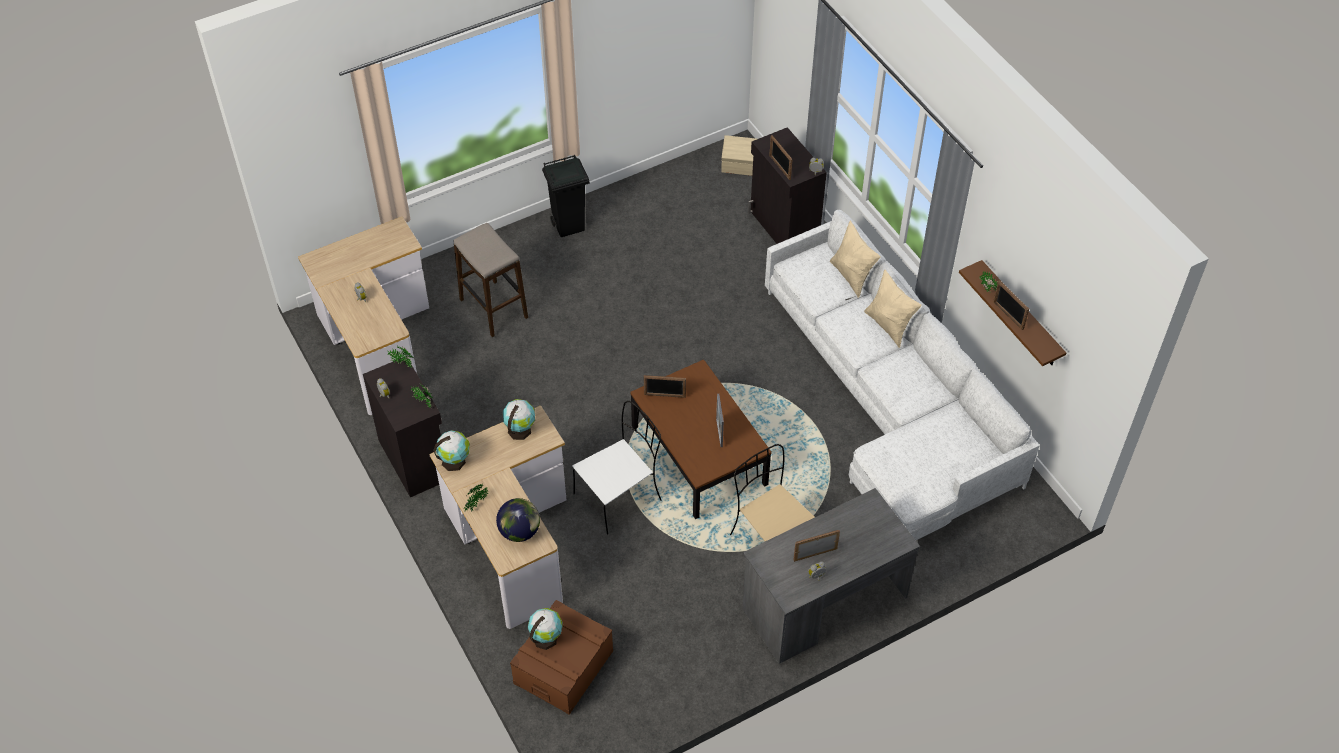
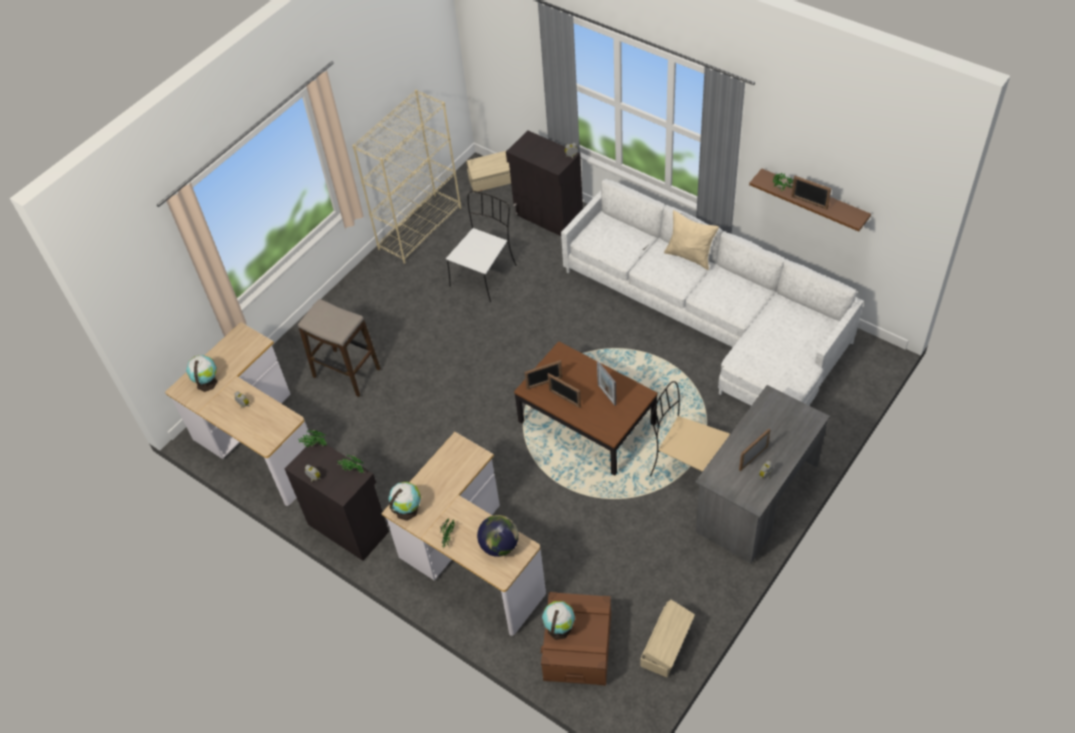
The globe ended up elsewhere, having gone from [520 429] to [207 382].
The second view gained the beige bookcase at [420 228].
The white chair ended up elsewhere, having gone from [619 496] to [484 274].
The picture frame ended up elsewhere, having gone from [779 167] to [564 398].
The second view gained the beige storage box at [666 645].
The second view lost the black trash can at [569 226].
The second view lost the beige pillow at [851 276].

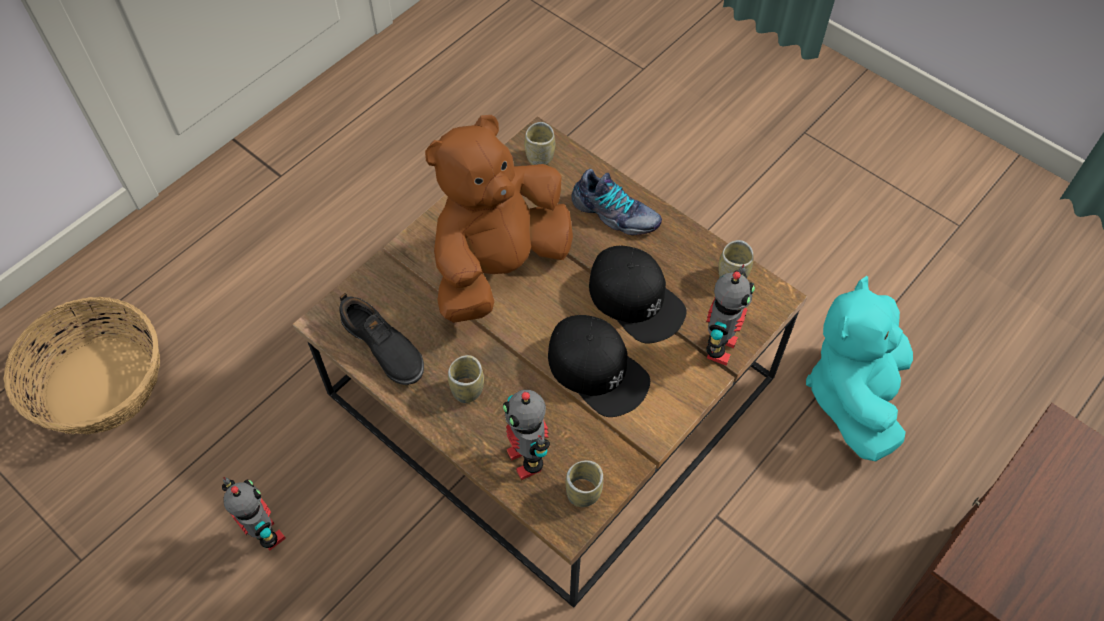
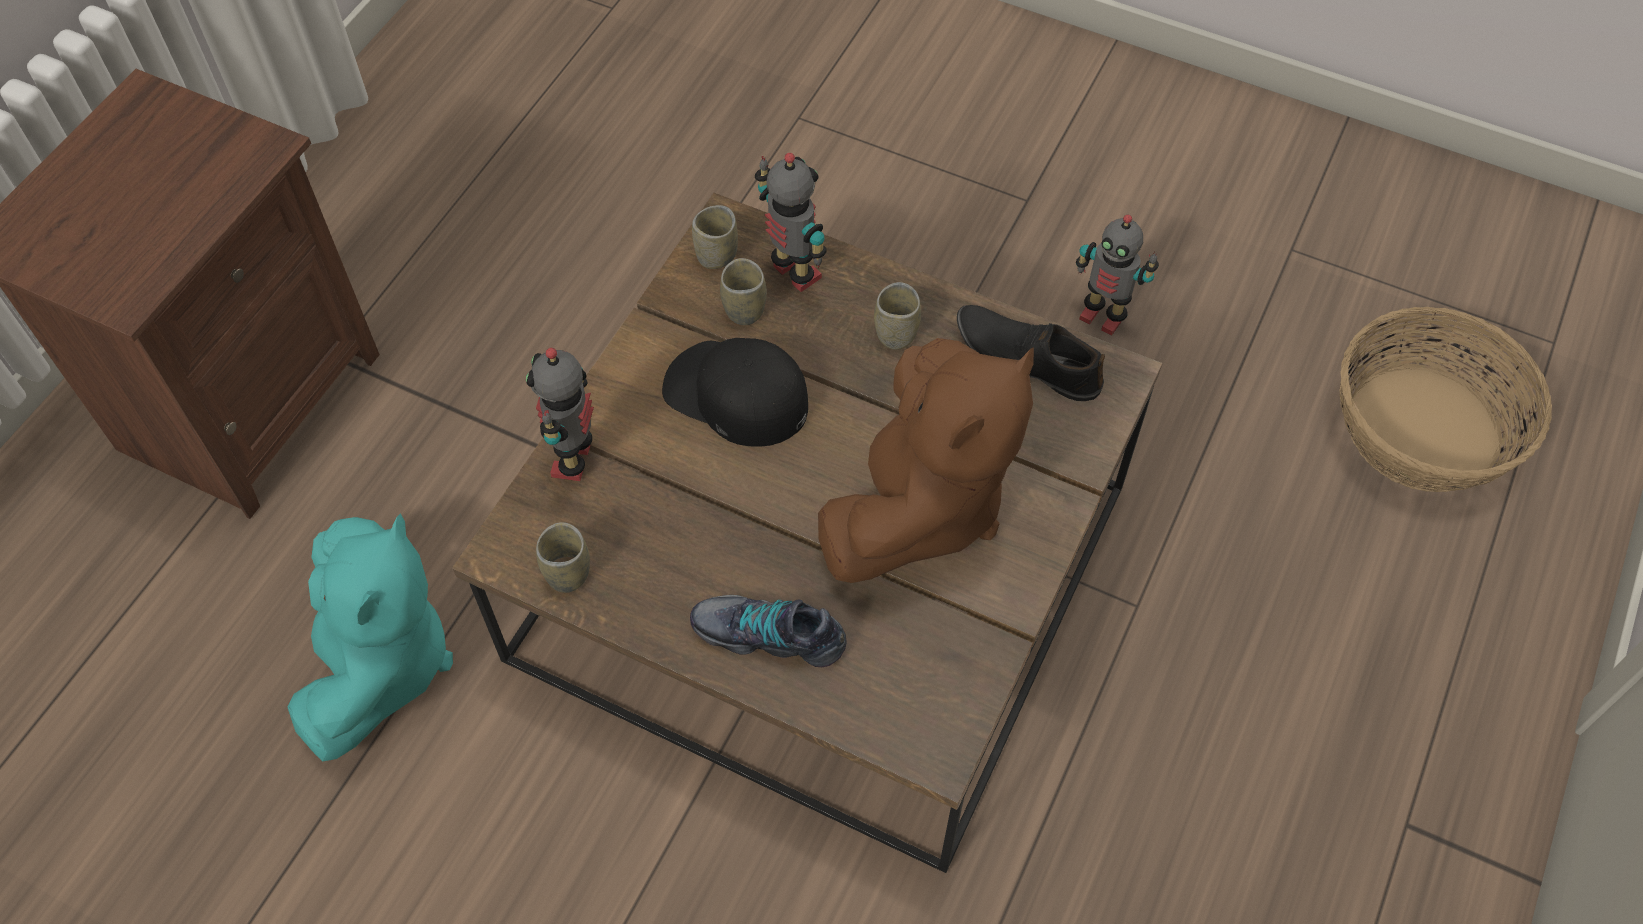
The cup ended up elsewhere, having gone from [540 157] to [744 309].
The second view lost the black cap at [636 299].

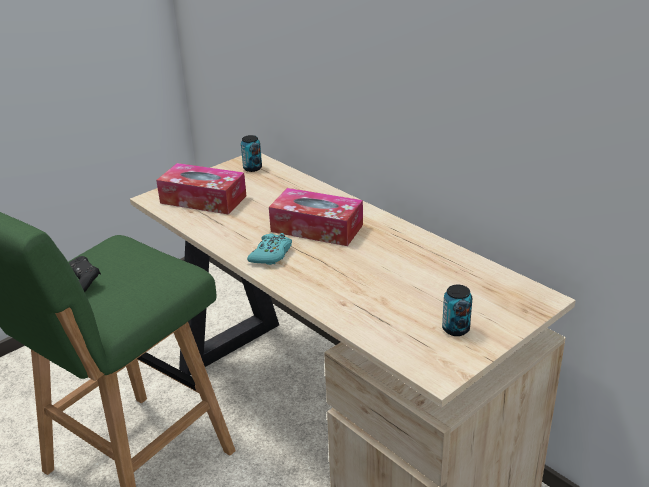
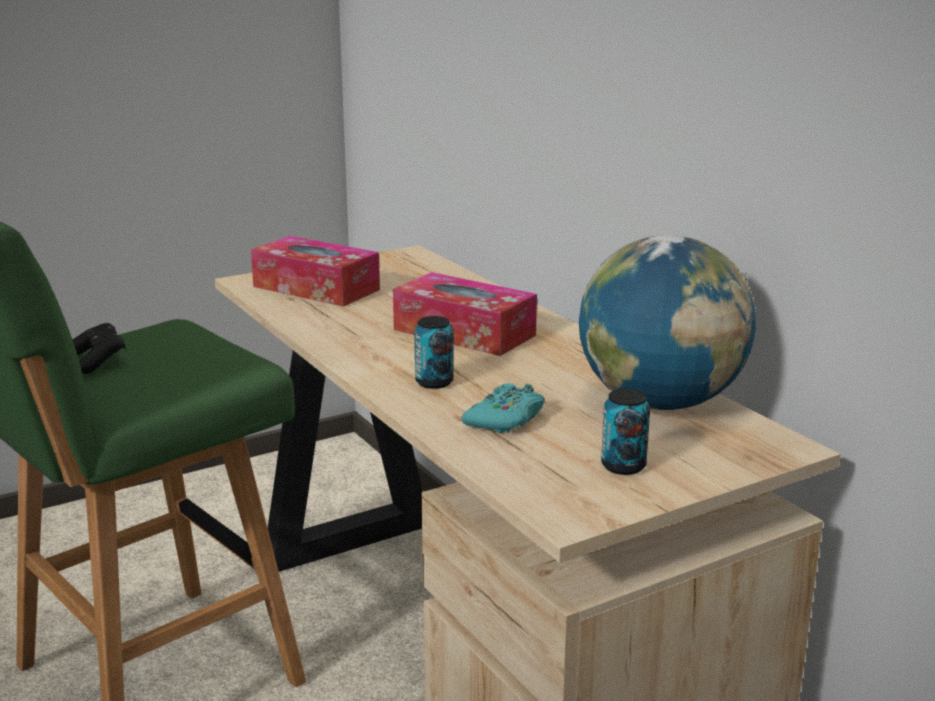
The can ended up elsewhere, having gone from [252 168] to [434 382].
The turquoise game controller ended up elsewhere, having gone from [271 255] to [505 419].
The second view gained the globe at [660 403].

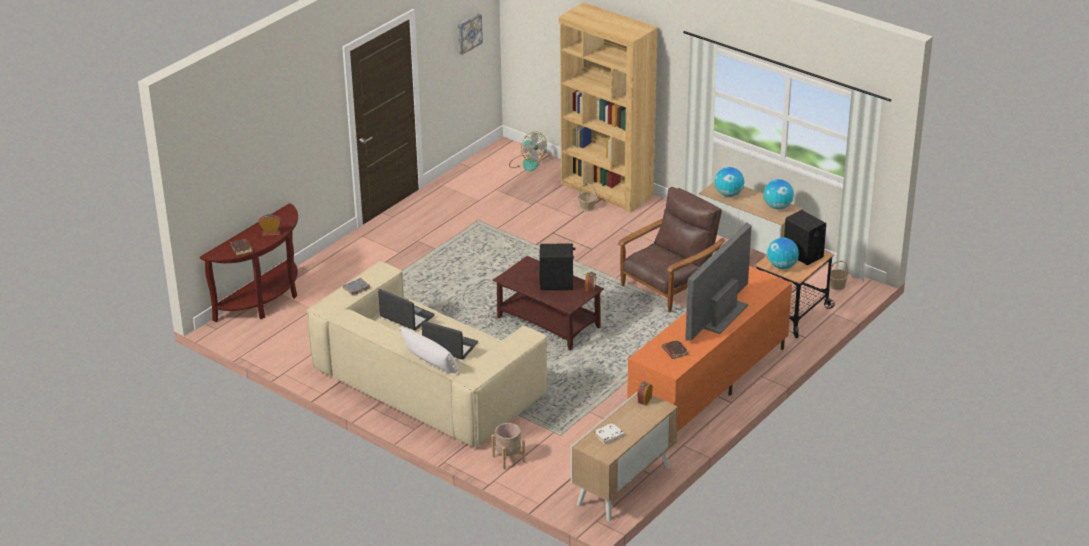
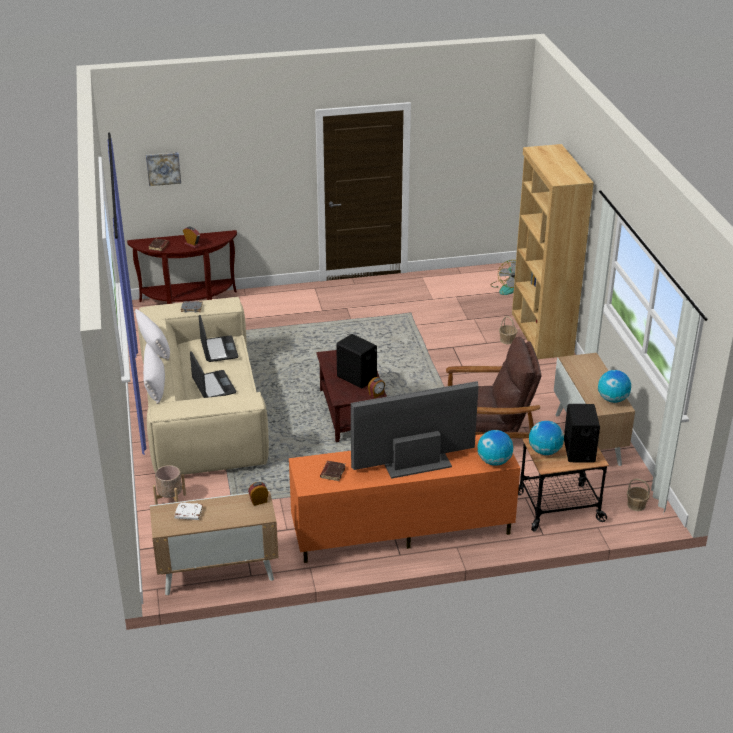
The second view gained the white pillow at [154 345].
The picture ended up elsewhere, having gone from [468 33] to [163 168].
The globe ended up elsewhere, having gone from [728 194] to [494 461].

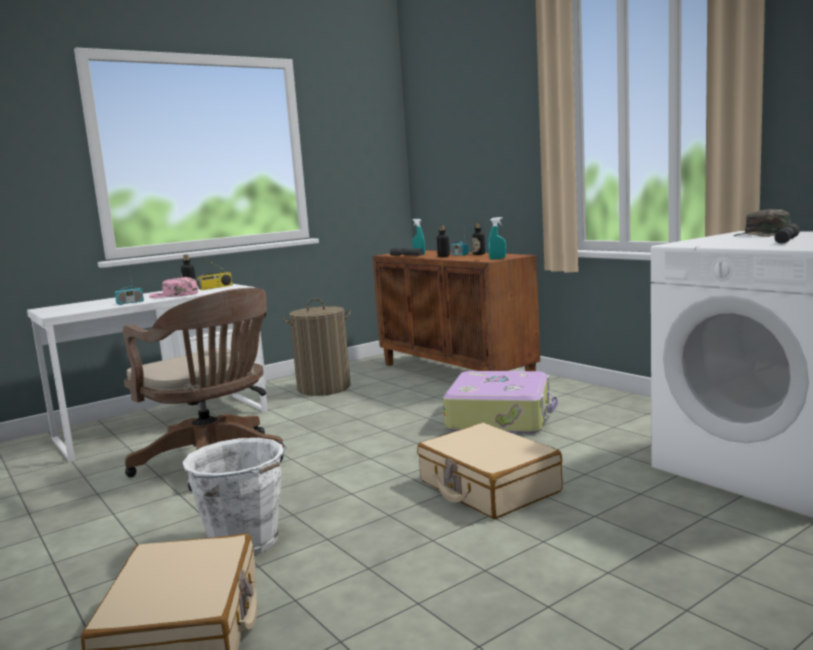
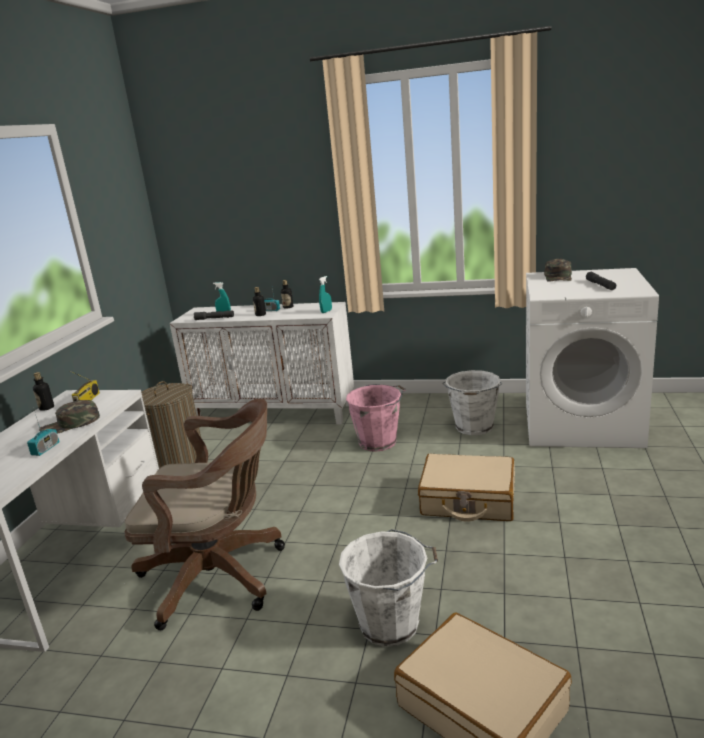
What was the pink cap at [174 295] turned into the green cap at [70 424].
What was the brown cabinet at [456 373] turned into the white cabinet at [275 413].
Where the suitcase stood at [500 417], the pink bucket came to stand at [379 442].
The second view gained the white bucket at [474 428].

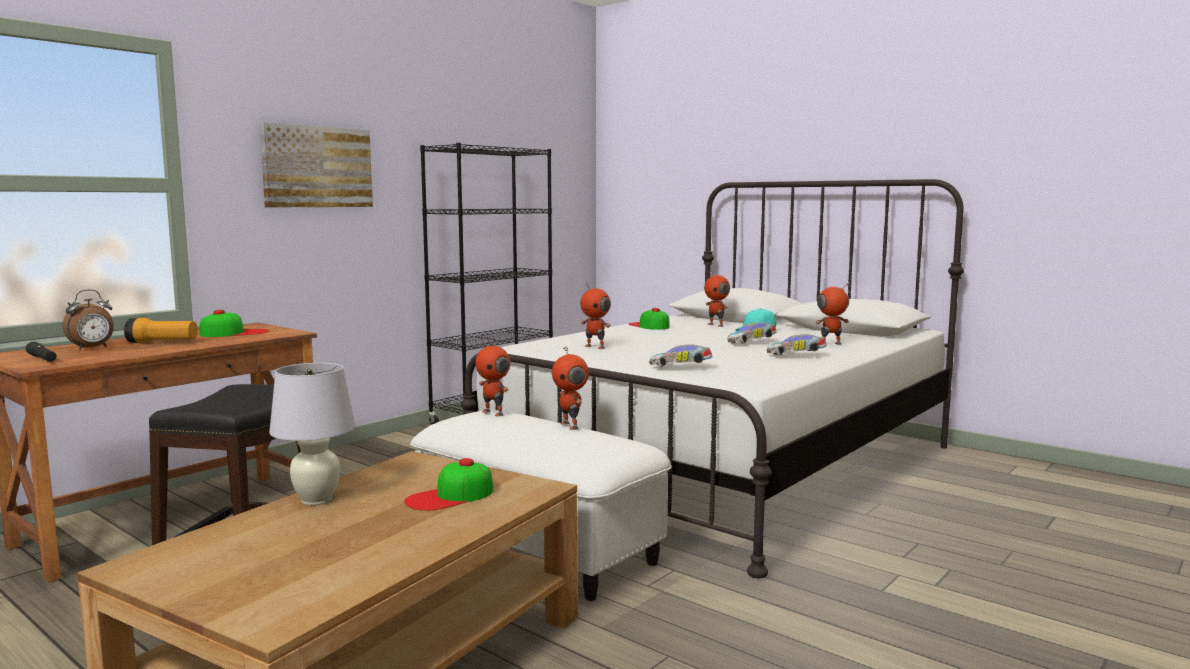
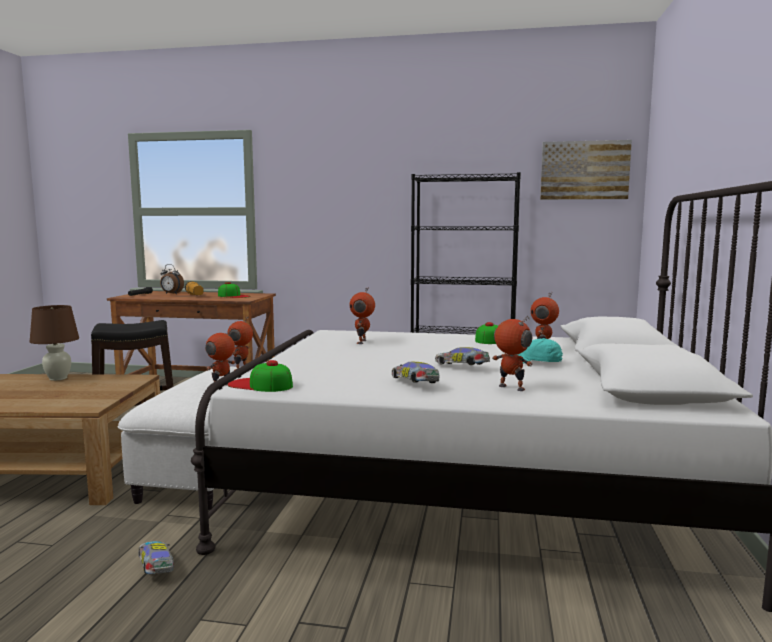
What was the white table lamp at [316 500] turned into the brown table lamp at [58 378].
The toy car ended up elsewhere, having gone from [682 368] to [157 568].
The cap ended up elsewhere, having gone from [450 496] to [260 385].
The picture ended up elsewhere, having gone from [317 167] to [584 170].

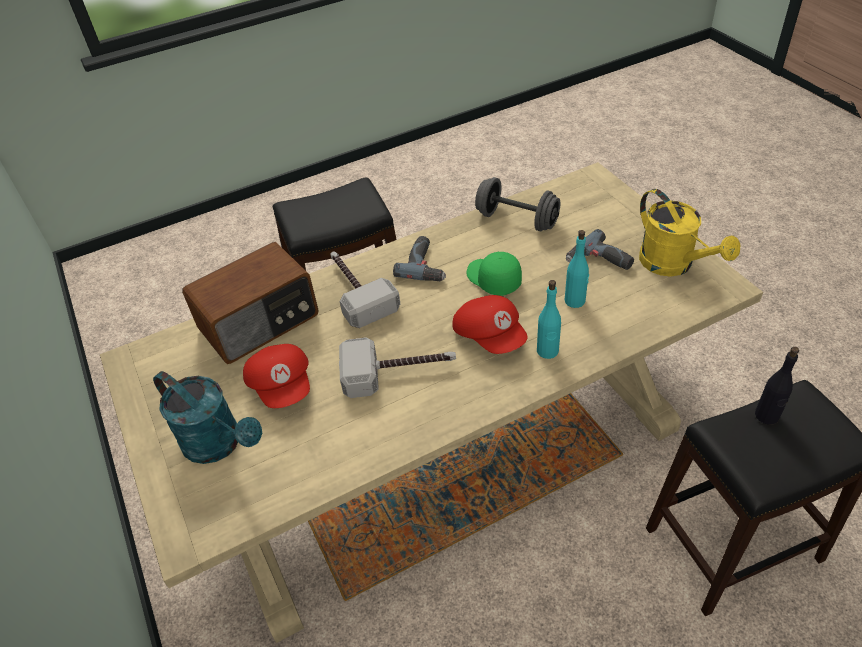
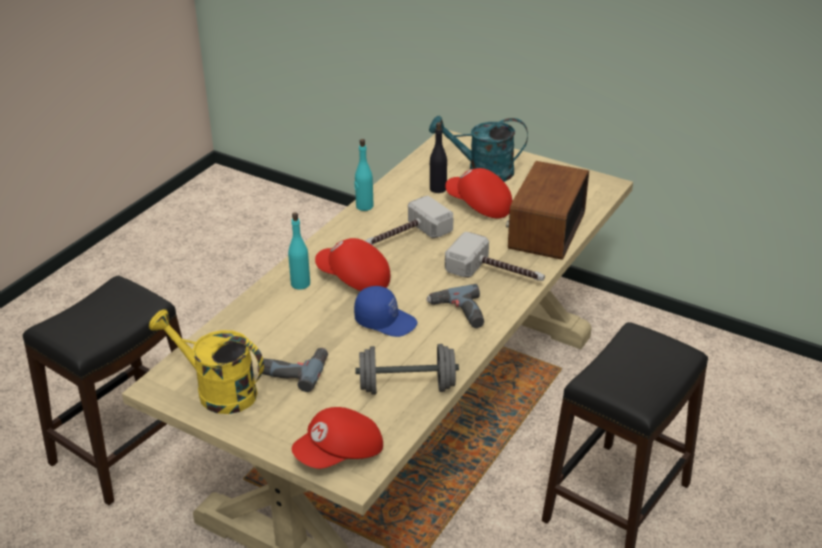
The second view gained the red cap at [340 454].
The turquoise bottle ended up elsewhere, having gone from [575 301] to [364 206].
What was the green cap at [492 279] turned into the blue cap at [385 321].
The black bottle ended up elsewhere, having gone from [767 416] to [437 188].

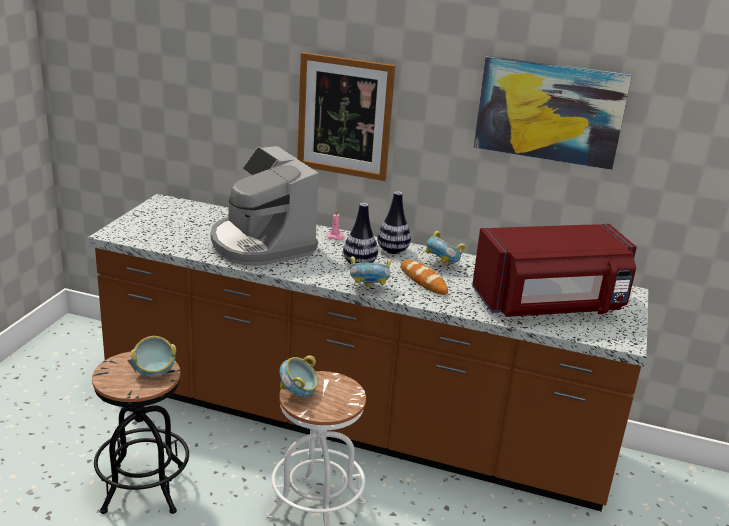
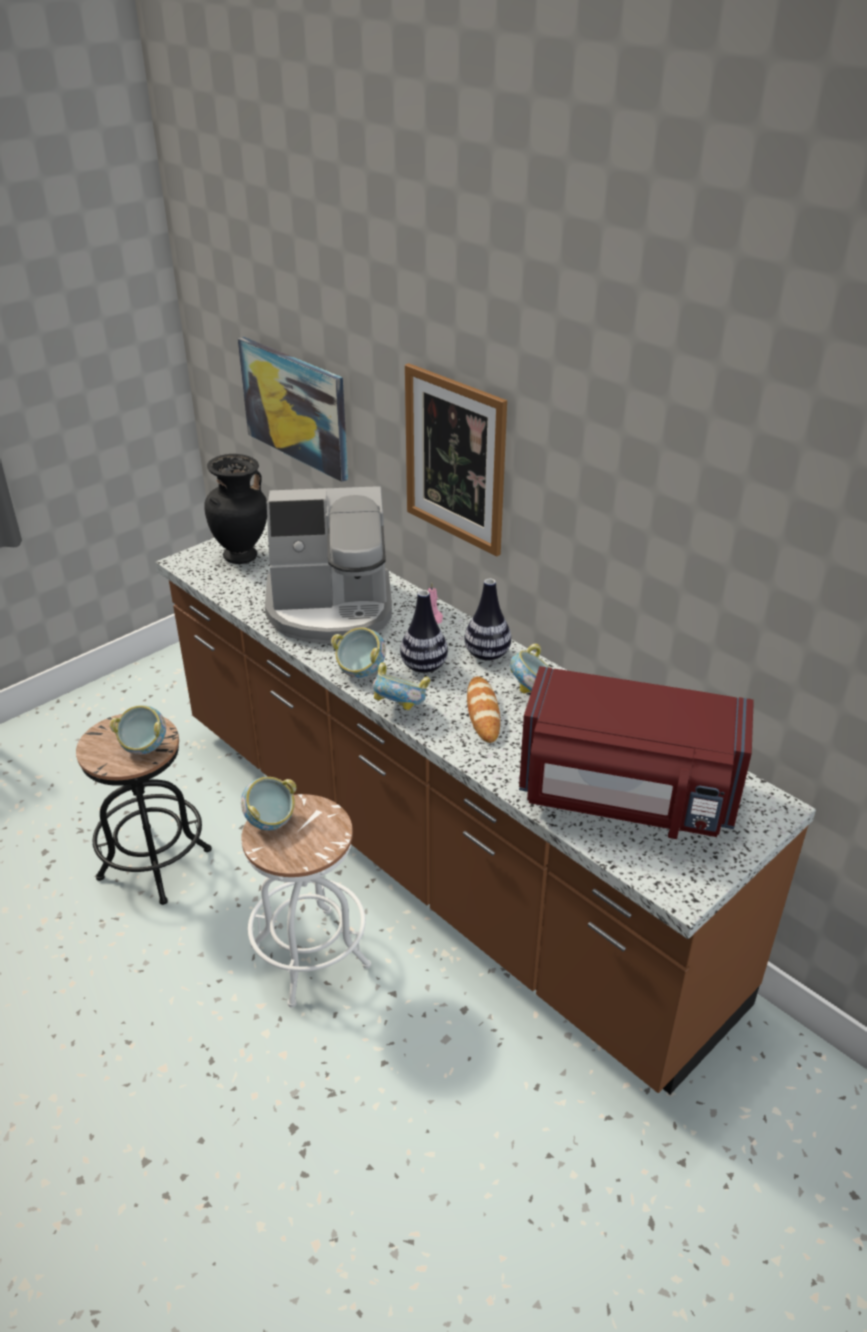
The second view gained the black vase at [242 557].
The picture ended up elsewhere, having gone from [549 111] to [295 407].
The coffee machine at [260 244] ended up facing another way, 90 degrees counterclockwise from before.
The second view gained the bowl at [360 672].

